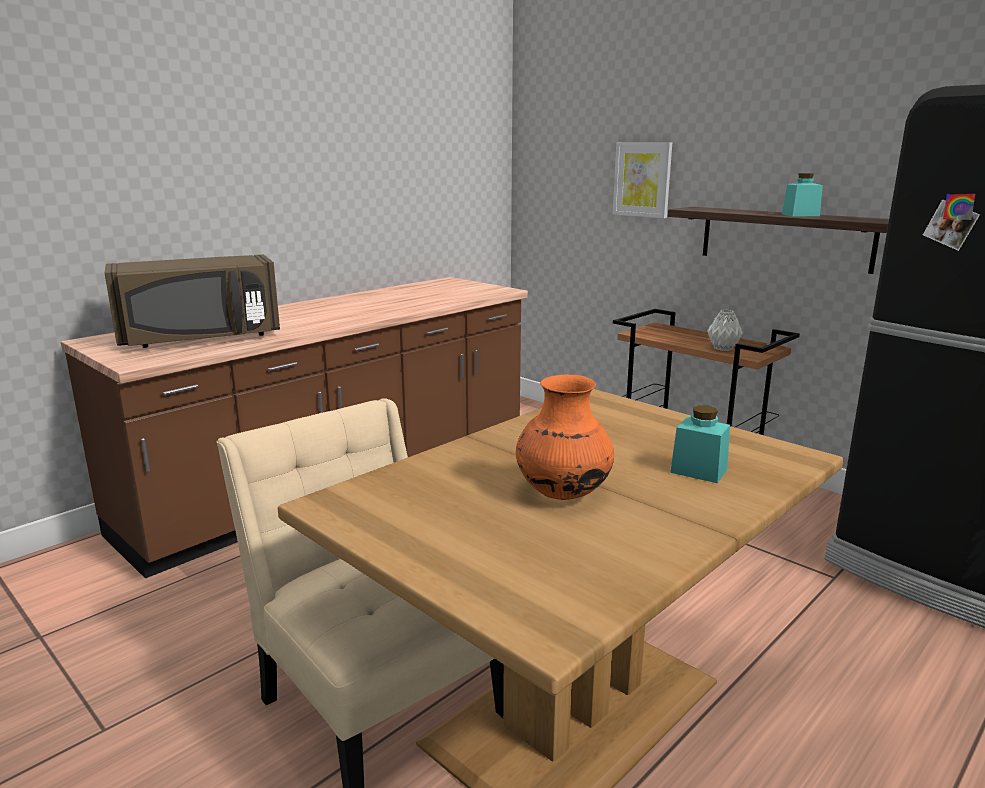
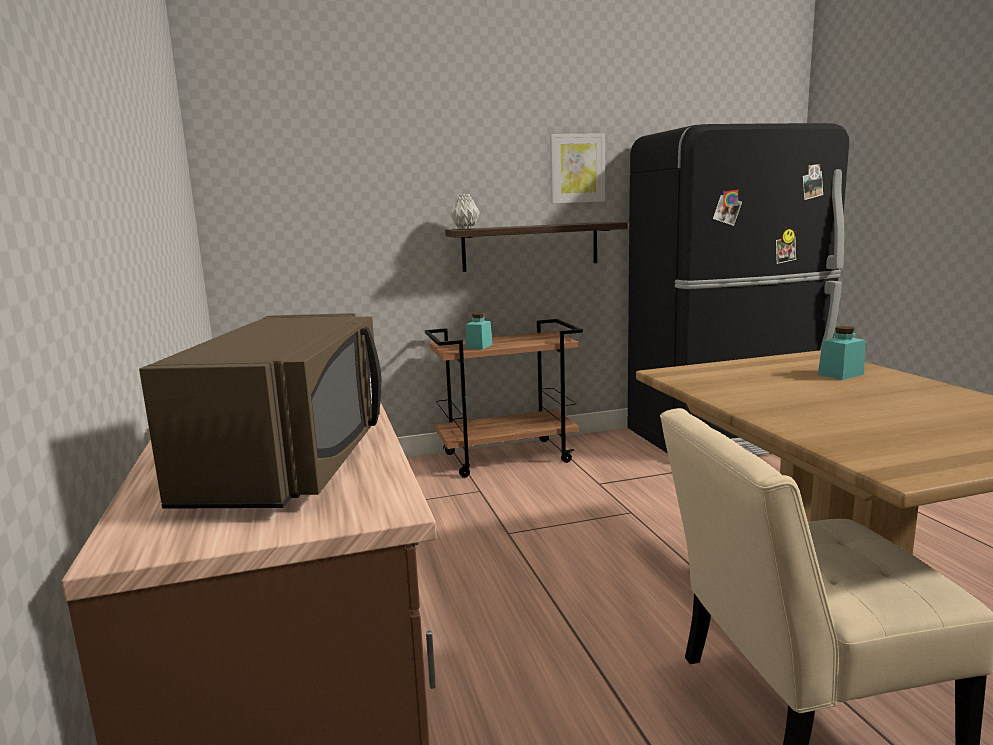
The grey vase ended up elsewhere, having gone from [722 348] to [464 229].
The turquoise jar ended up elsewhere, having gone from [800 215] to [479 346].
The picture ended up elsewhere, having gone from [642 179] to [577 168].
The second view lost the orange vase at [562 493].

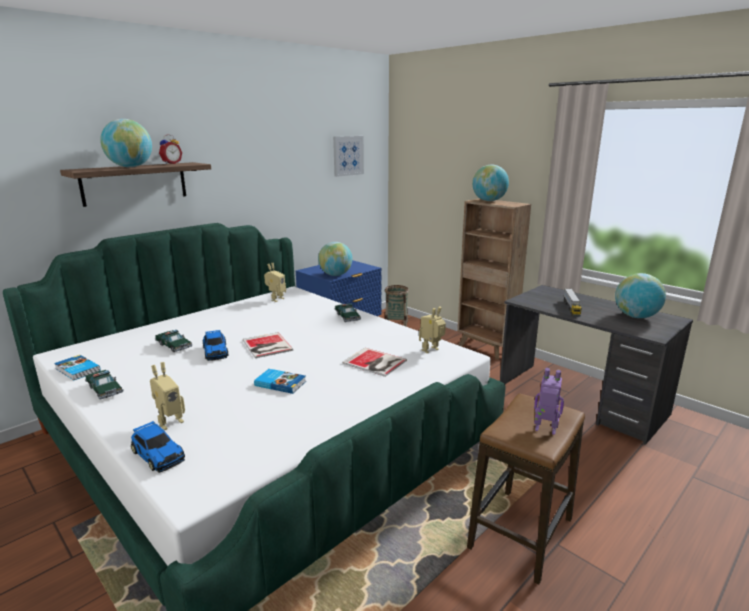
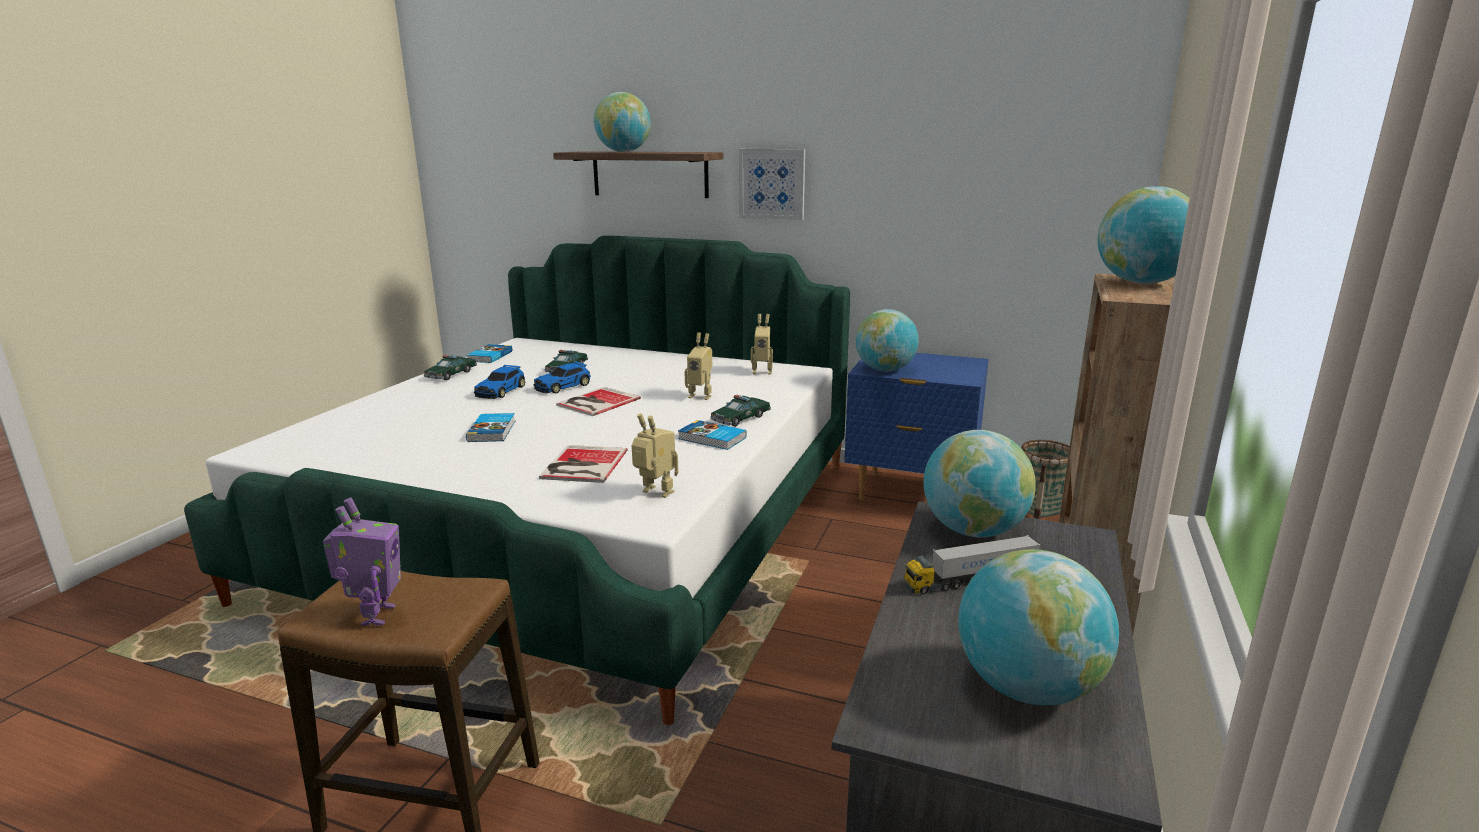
The toy car ended up elsewhere, having gone from [158 454] to [501 391].
The second view gained the book at [712 438].
The toy robot ended up elsewhere, having gone from [169 422] to [701 396].
The picture ended up elsewhere, having gone from [348 155] to [772 184].
The second view gained the globe at [973 531].
The second view lost the alarm clock at [171 163].

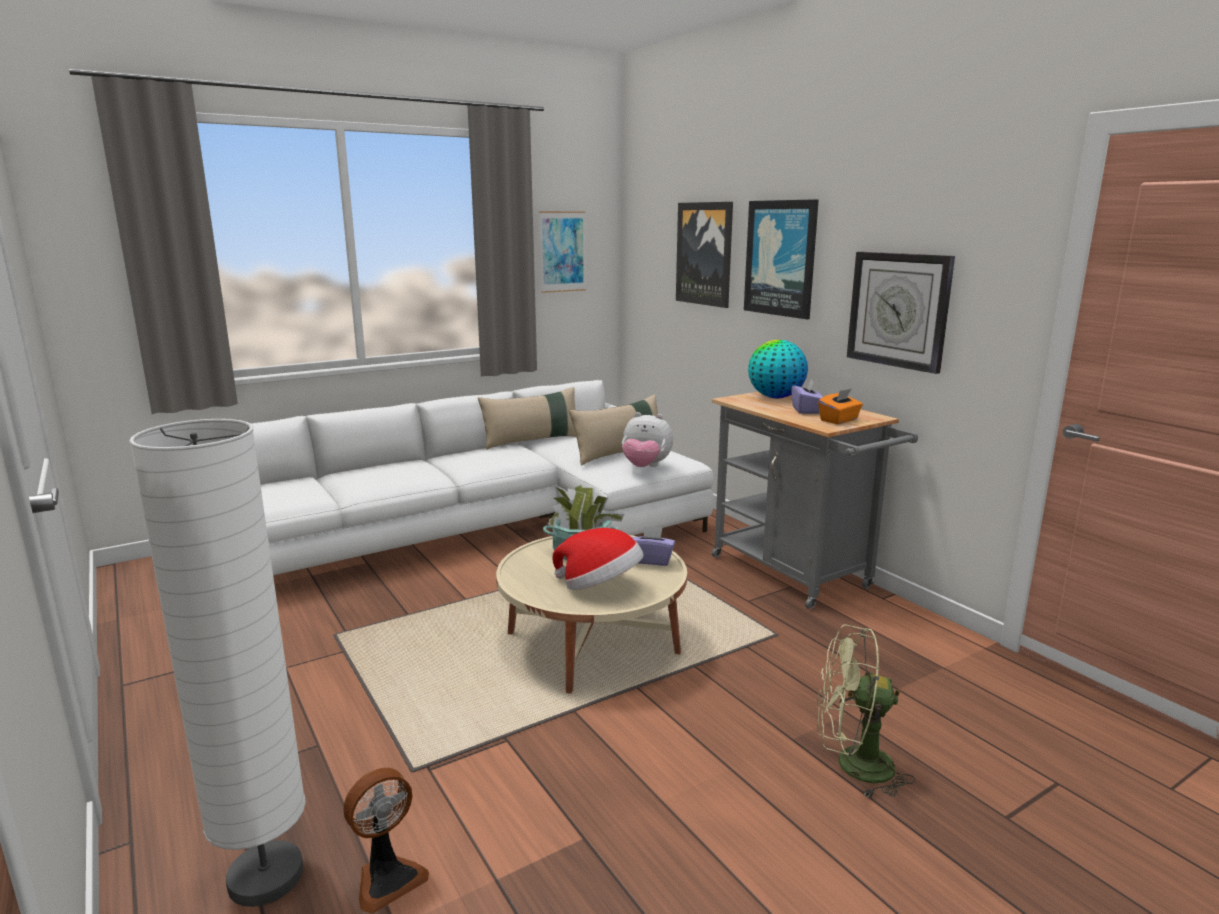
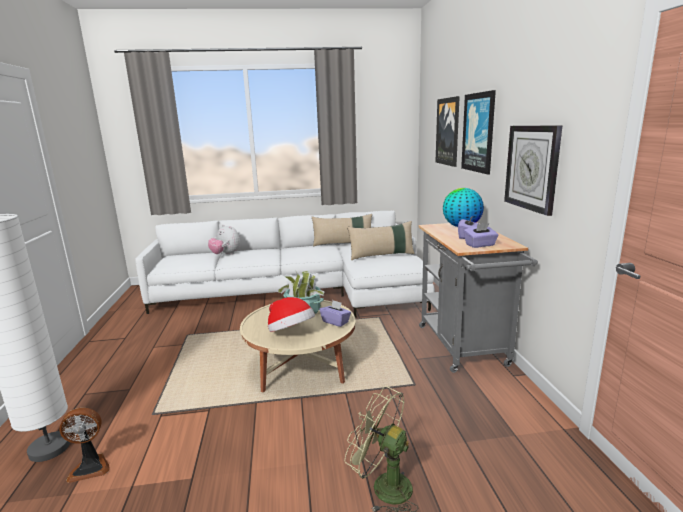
The plush toy ended up elsewhere, having gone from [645 467] to [226 255].
What was the orange tissue box at [839 420] turned into the purple tissue box at [480 245].
The second view lost the picture at [562 251].

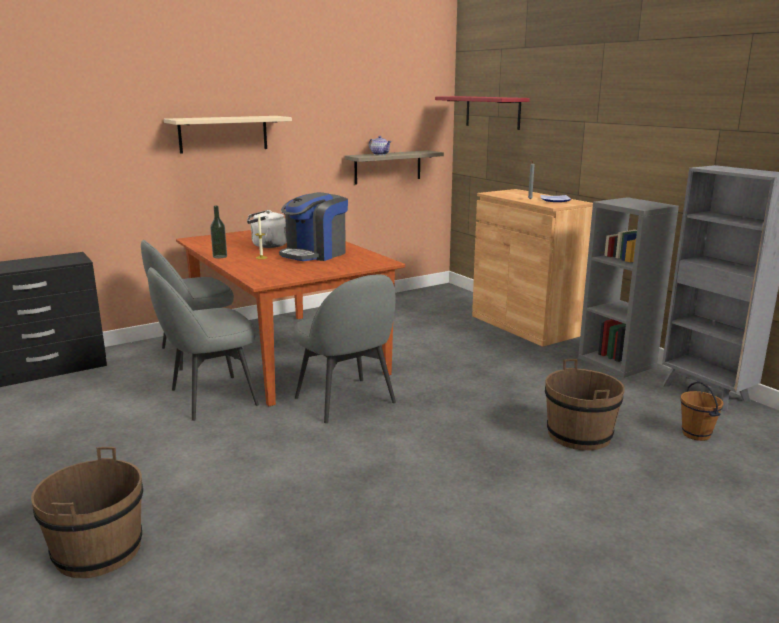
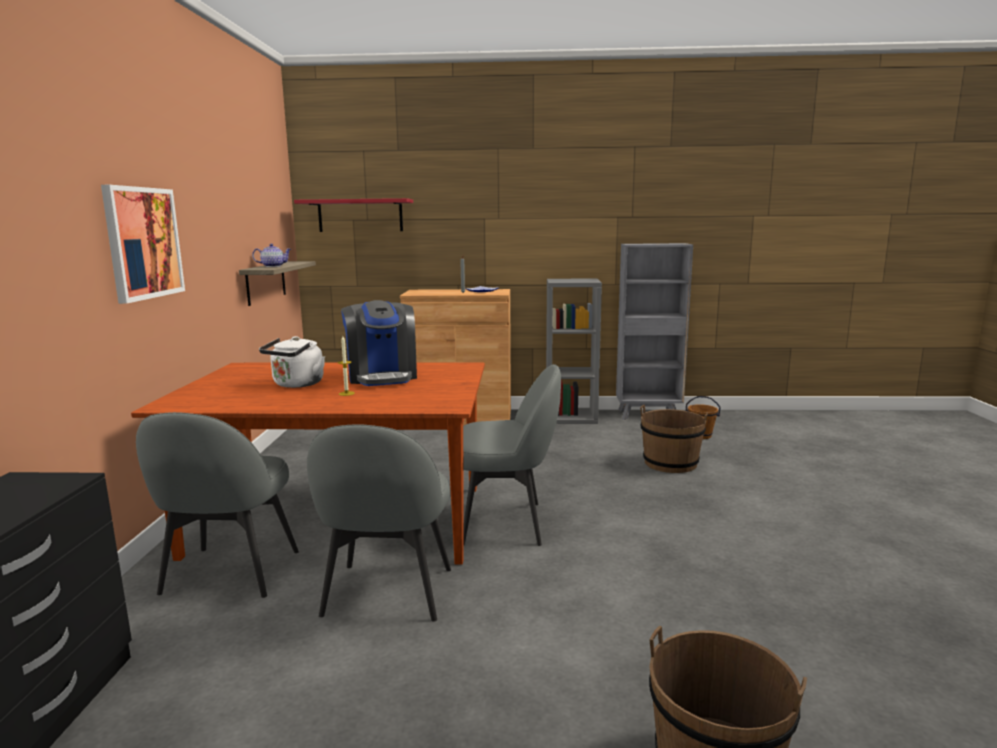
Where the beige shelf hung at [223 134], the picture came to hang at [143 243].
The second view lost the bottle at [220 256].

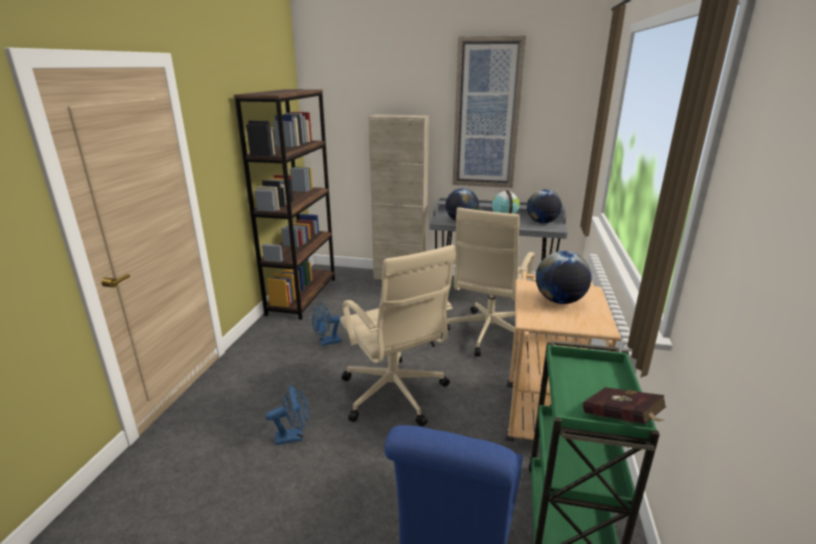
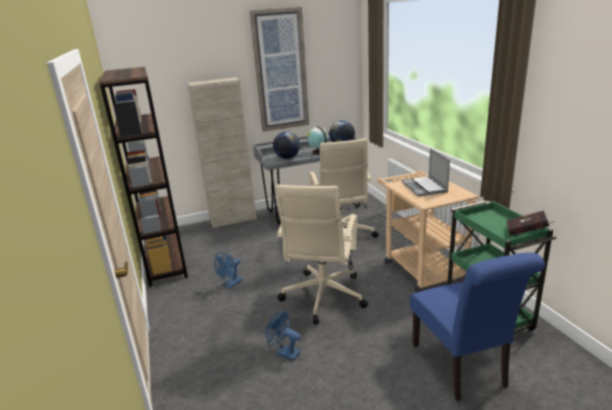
The blue fan at [294 436] ended up facing another way, 105 degrees counterclockwise from before.
The beige office chair at [394 395] ended up facing another way, 75 degrees clockwise from before.
Where the globe stood at [559 301], the laptop came to stand at [425 187].

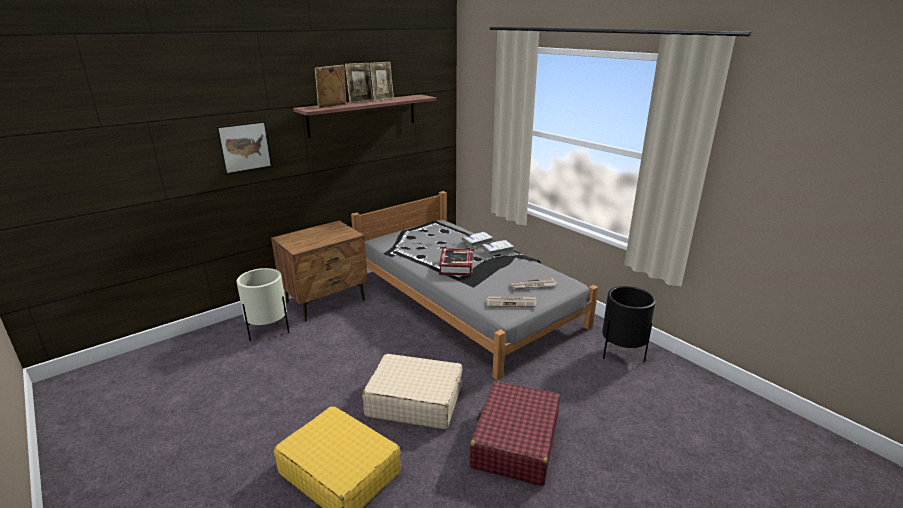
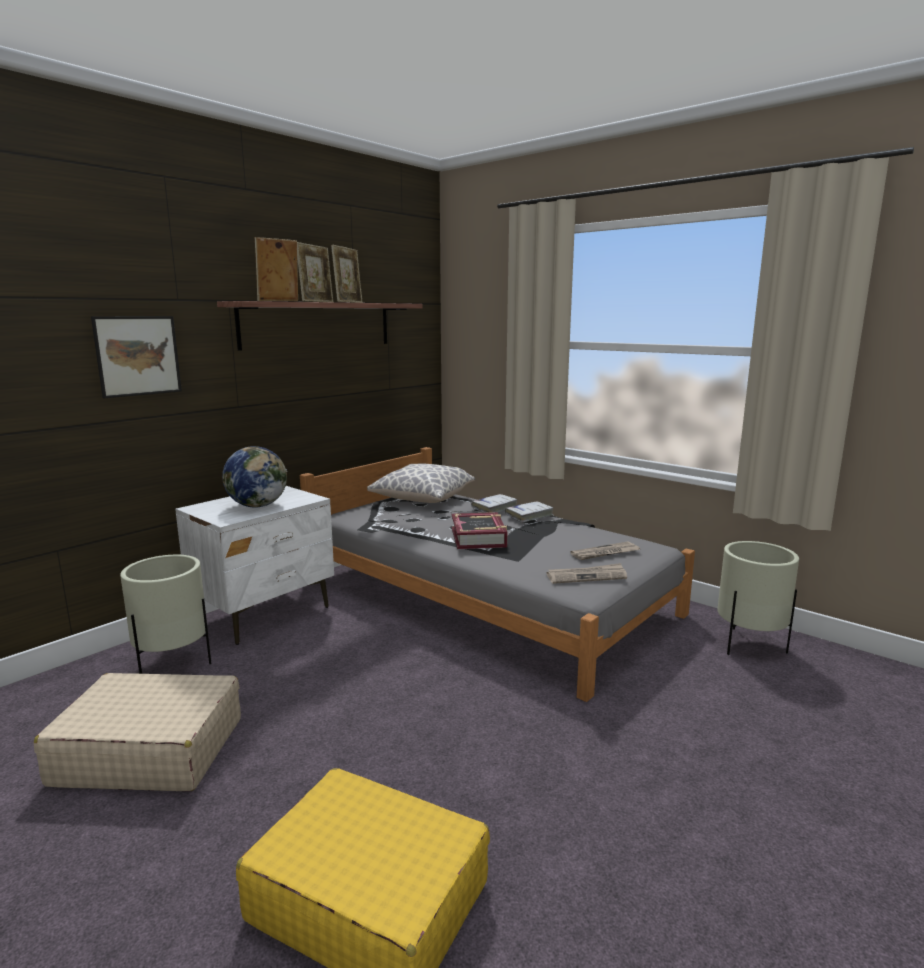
The beige suitcase ended up elsewhere, having gone from [414 401] to [149 750].
What was the brown nightstand at [326 301] turned into the white nightstand at [265 613].
The second view gained the globe at [258 506].
The second view gained the pillow at [422 500].
What was the black planter at [622 353] turned into the beige planter at [749 645].
The second view lost the red suitcase at [515 442].

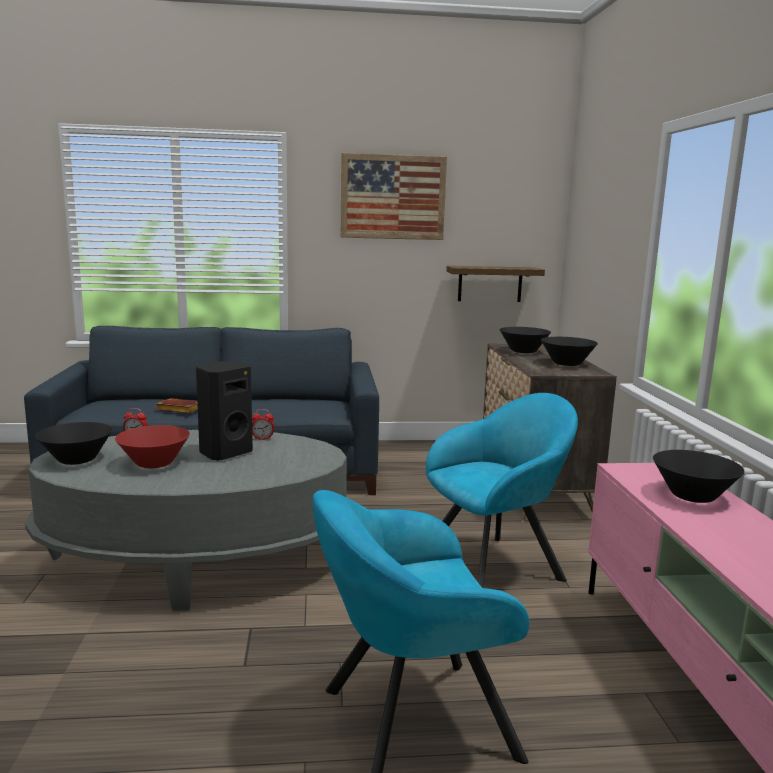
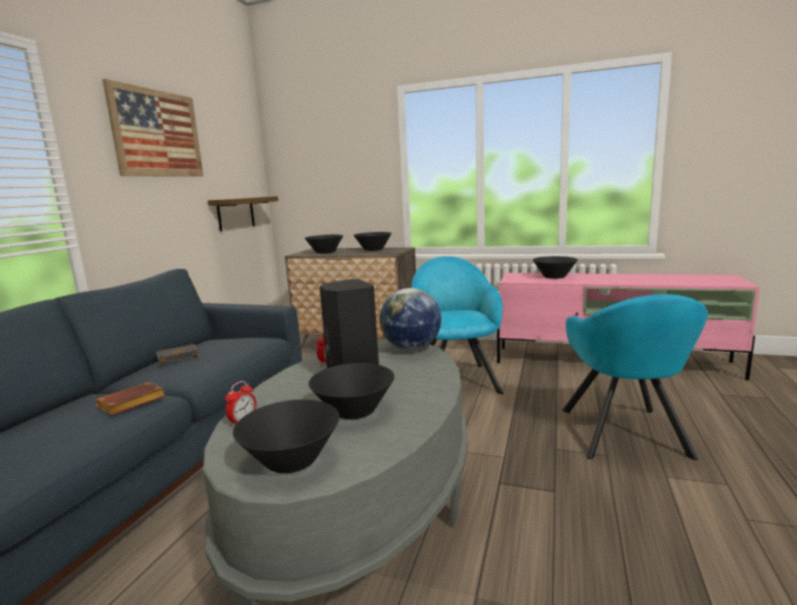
The second view gained the black book at [179 356].
What was the red bowl at [154 463] turned into the black bowl at [354 411].
The second view gained the globe at [411 348].

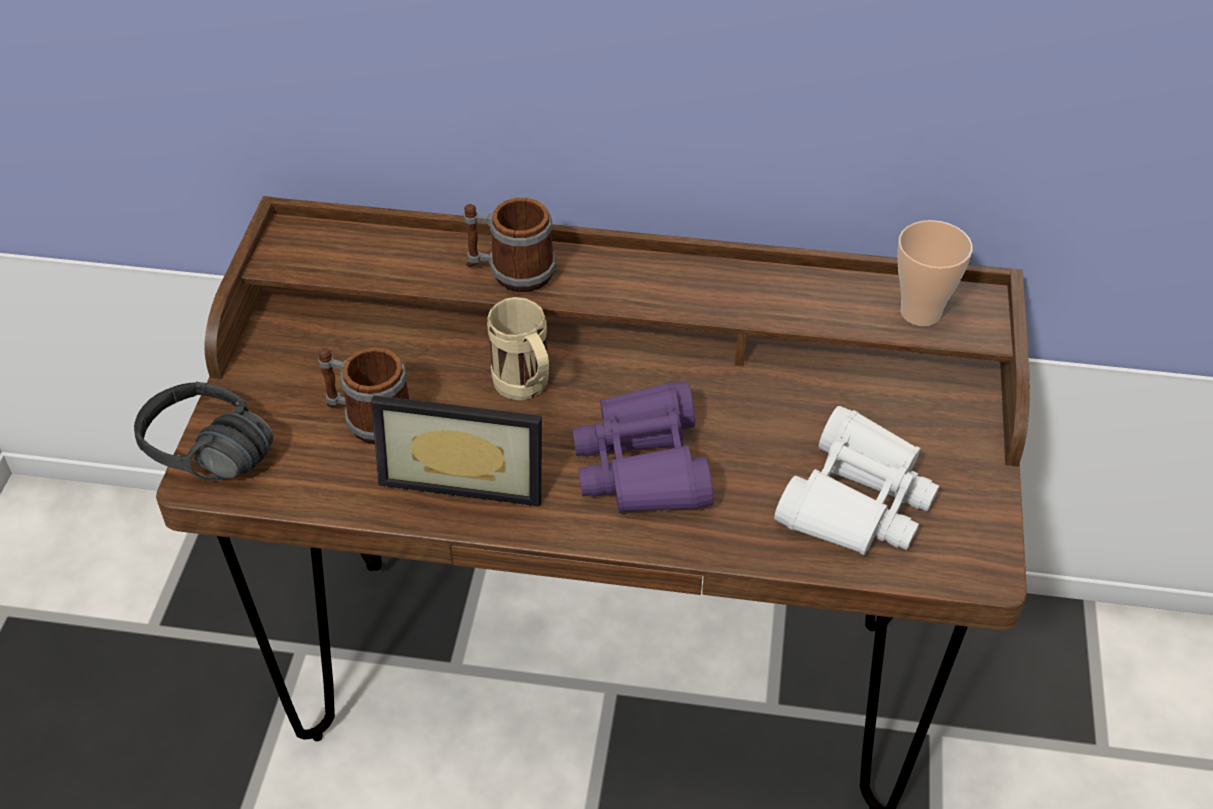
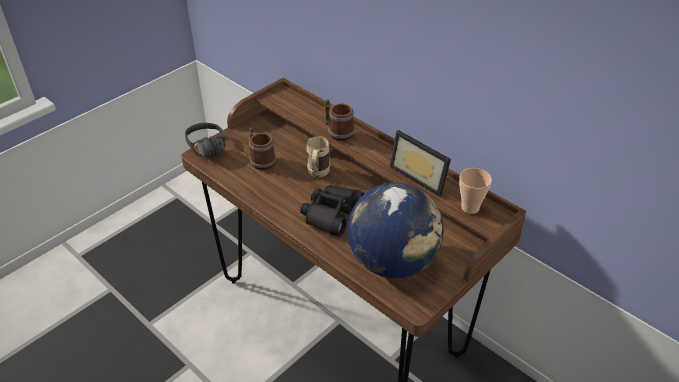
What was the purple binoculars at [643 465] turned into the black binoculars at [331 214].
Where the white binoculars stood at [856 501], the globe came to stand at [393 262].
The picture frame ended up elsewhere, having gone from [465 473] to [421 176].

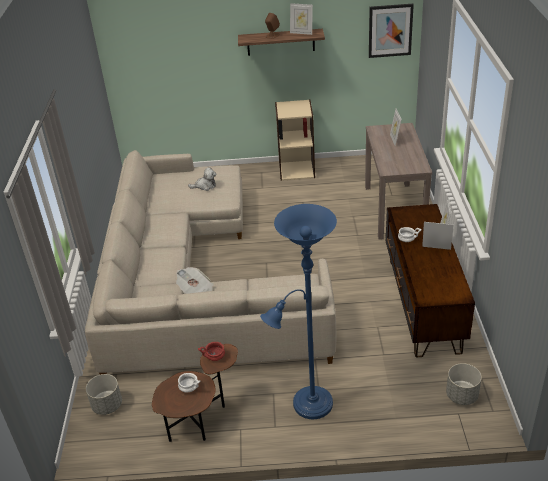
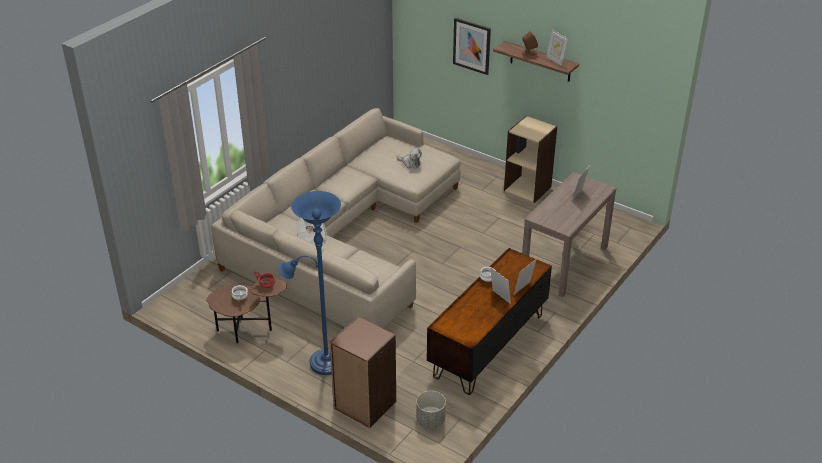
The second view gained the brown bookcase at [364 405].
The picture ended up elsewhere, having gone from [390 30] to [472 45].
The second view lost the grey planter at [107 405].

